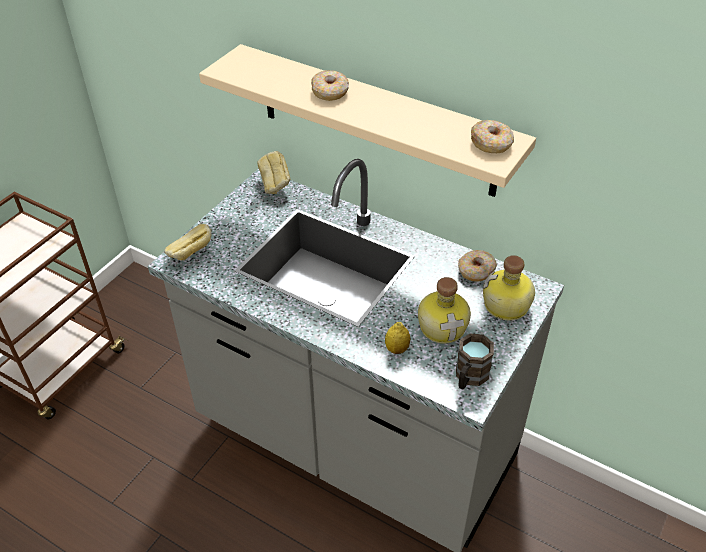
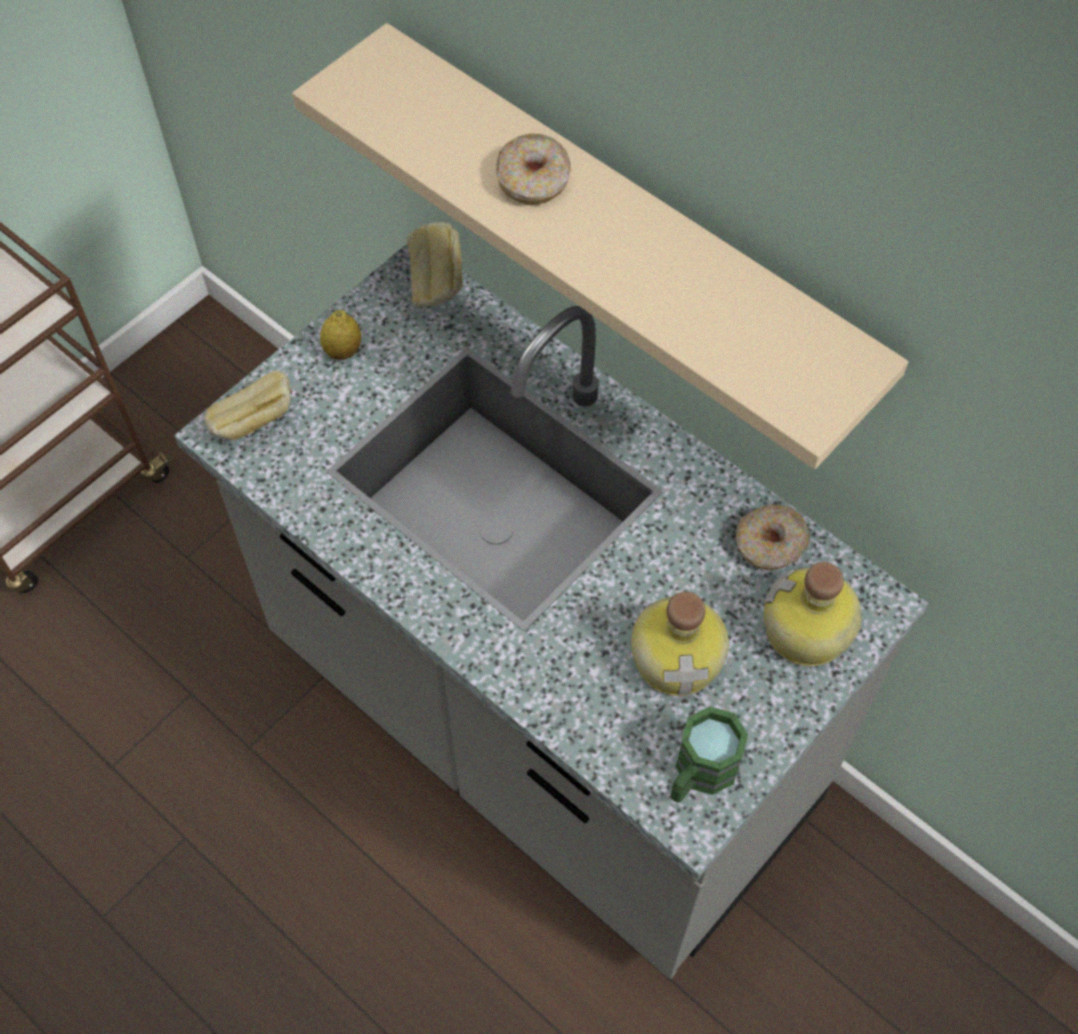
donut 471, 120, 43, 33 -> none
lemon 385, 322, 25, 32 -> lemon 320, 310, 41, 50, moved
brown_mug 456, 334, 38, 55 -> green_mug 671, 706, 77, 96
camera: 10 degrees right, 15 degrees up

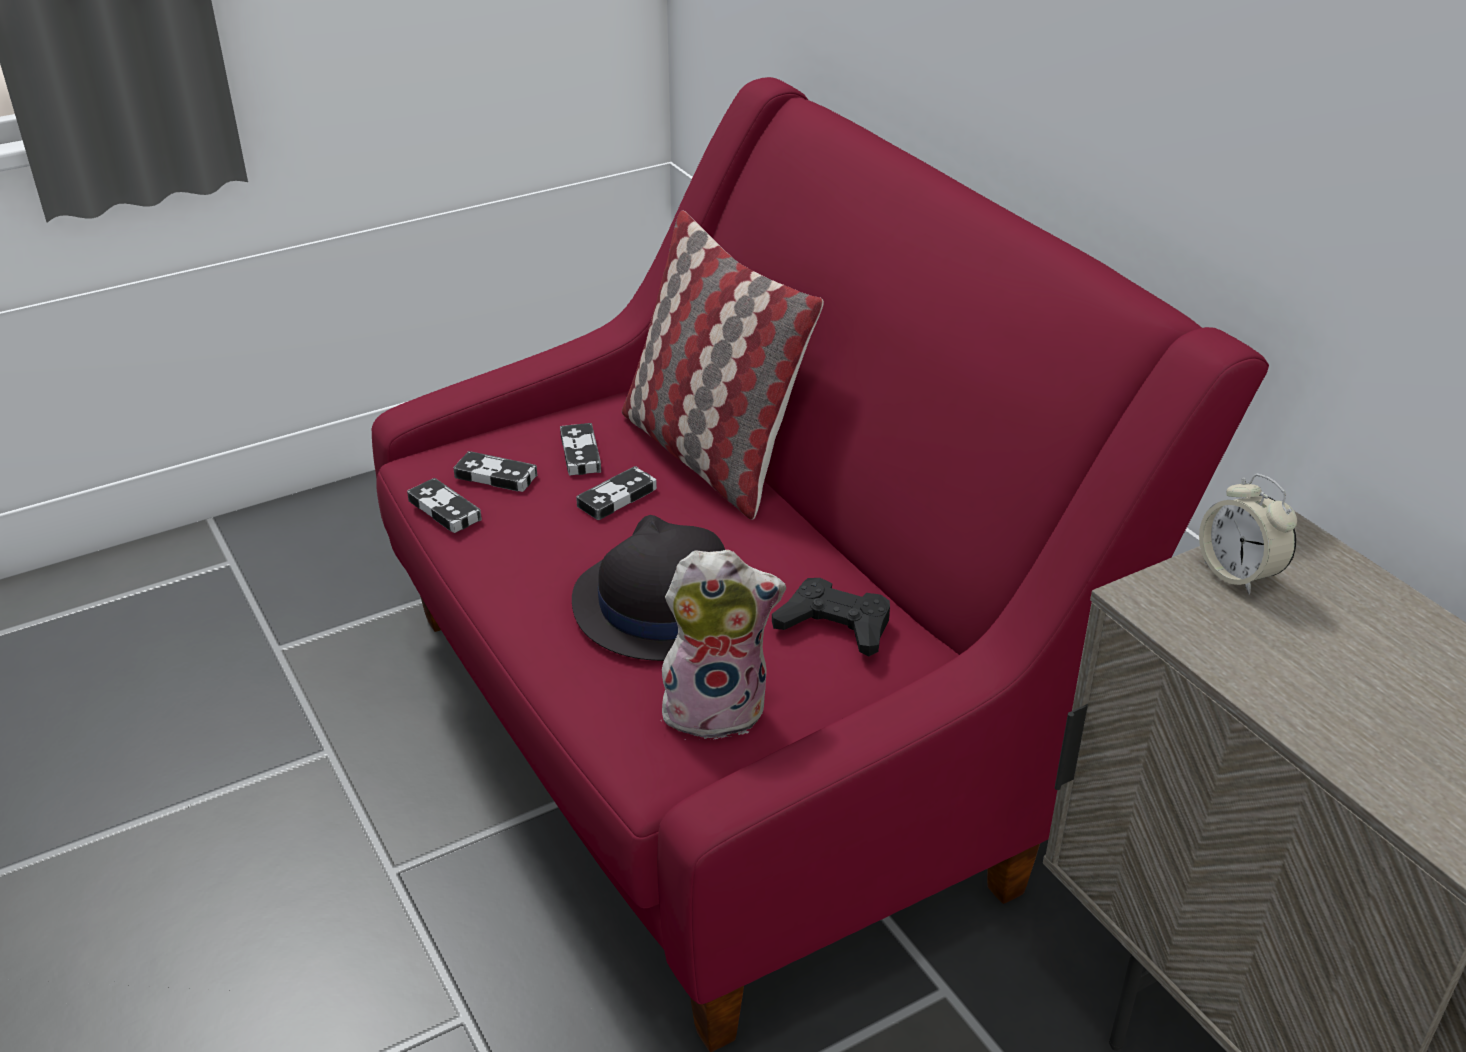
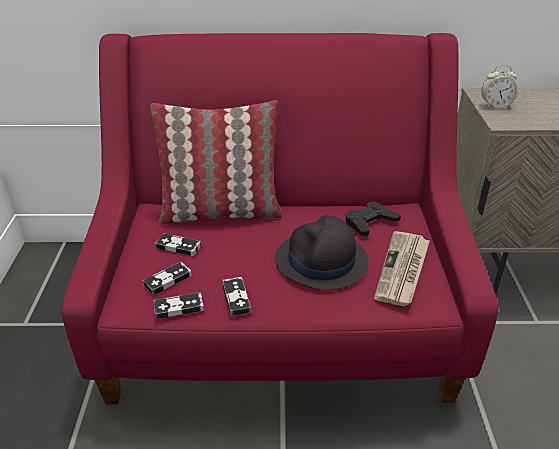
game_controller 576, 466, 81, 54 -> game_controller 222, 277, 29, 39, moved
plush_toy 662, 550, 124, 190 -> newspaper 374, 231, 56, 75
camera: 60 degrees left, 0 degrees up

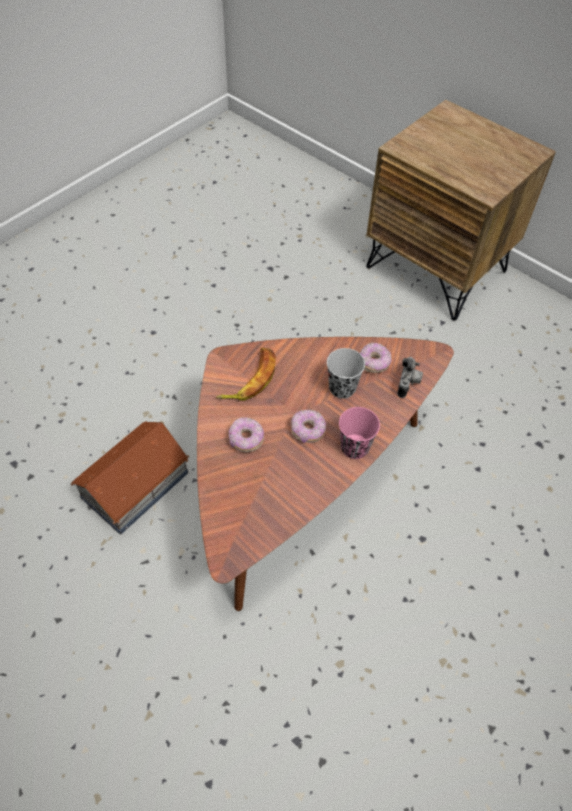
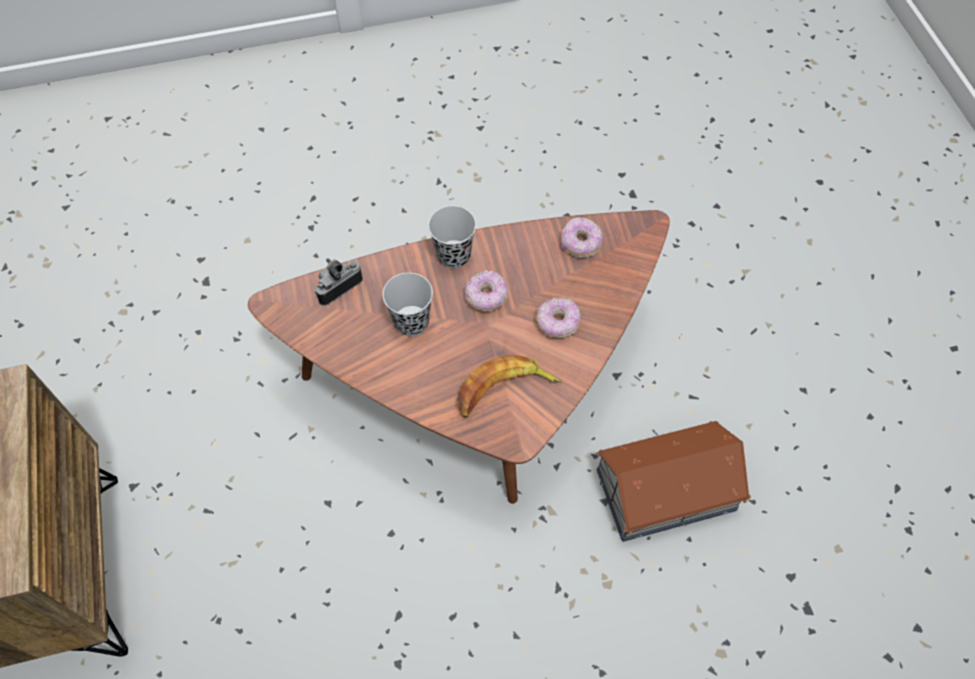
donut 360, 343, 32, 30 -> donut 561, 217, 42, 41, moved
pink_cup 339, 407, 41, 52 -> black_cup 428, 206, 48, 63
camera: 145 degrees left, 5 degrees up

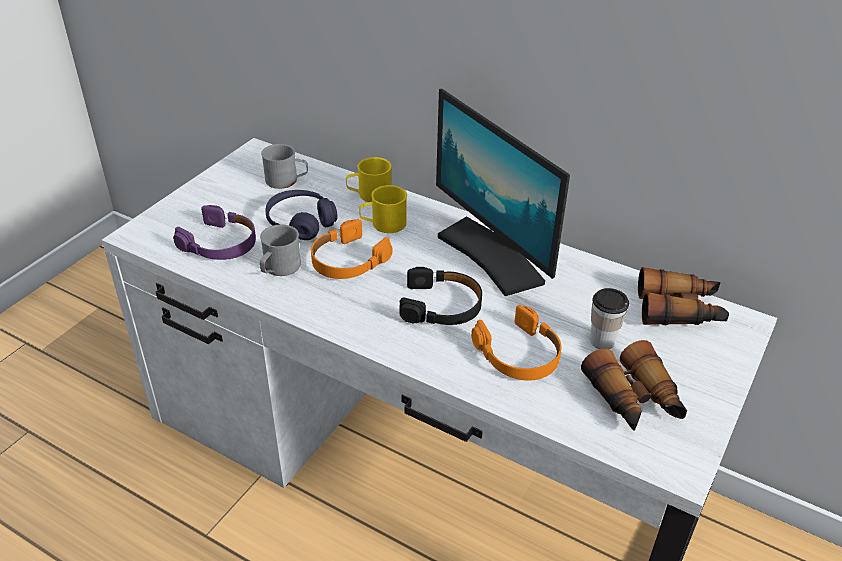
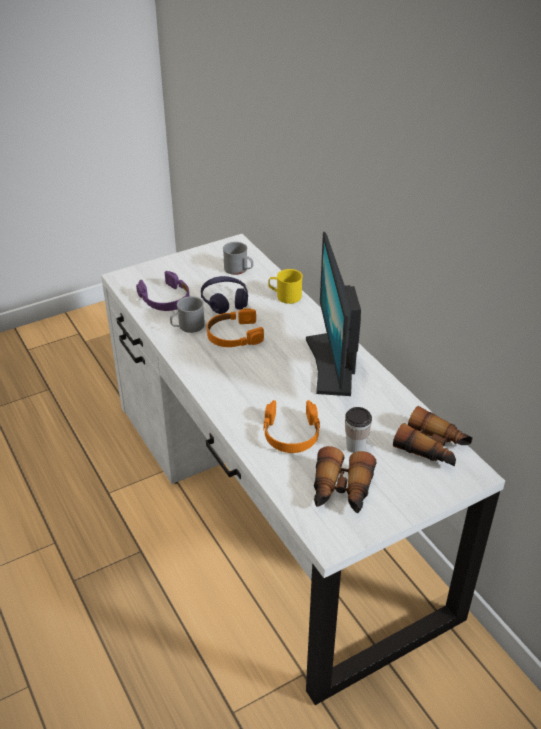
yellow_mug 359, 185, 48, 48 -> none
black_headphones 399, 267, 83, 58 -> none
camera: 30 degrees right, 0 degrees up

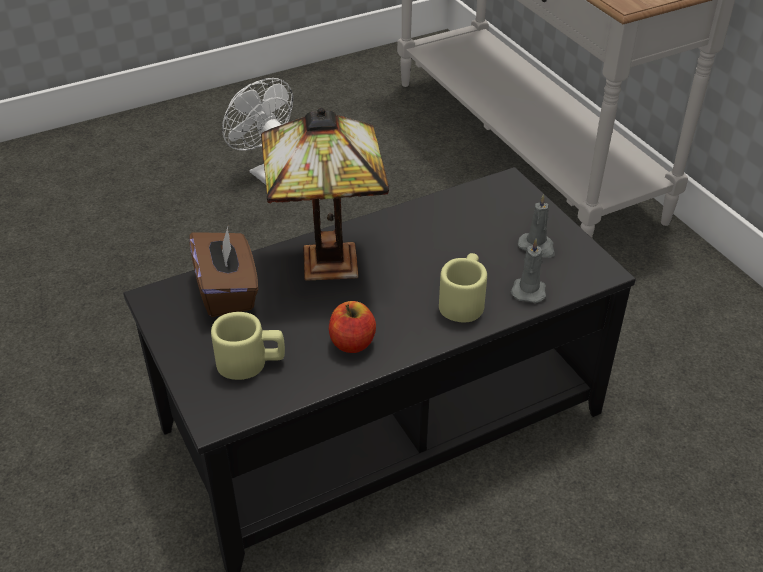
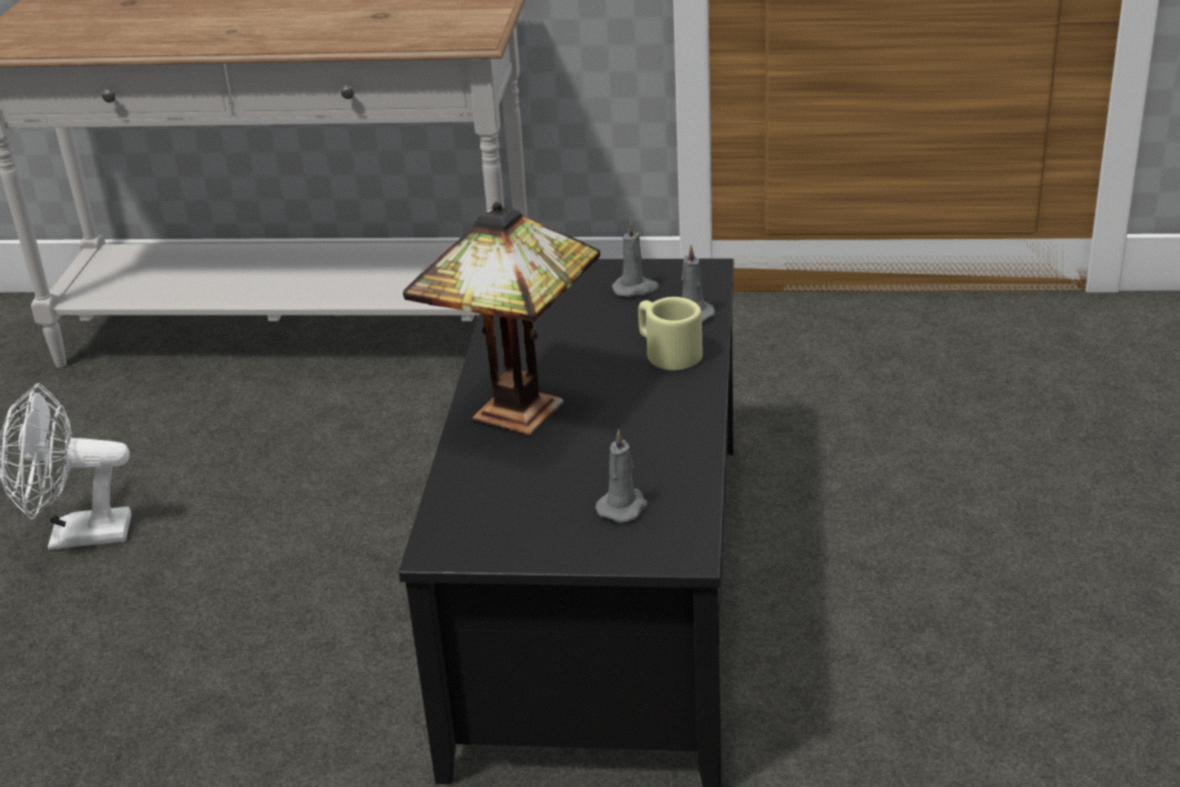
brown_tissue_box 189, 227, 69, 90 -> none
apple 329, 301, 47, 52 -> none
beige_mug 211, 312, 74, 68 -> grey_candle 596, 429, 52, 93
camera: 55 degrees left, 10 degrees down

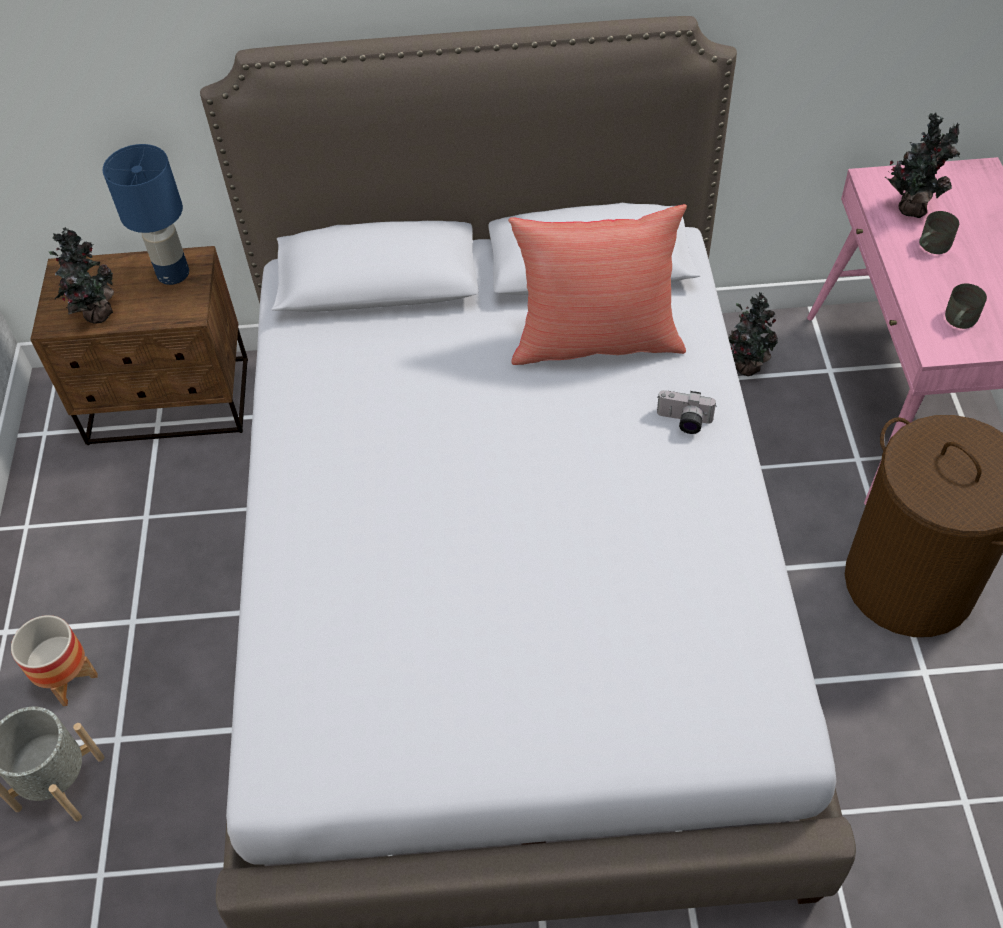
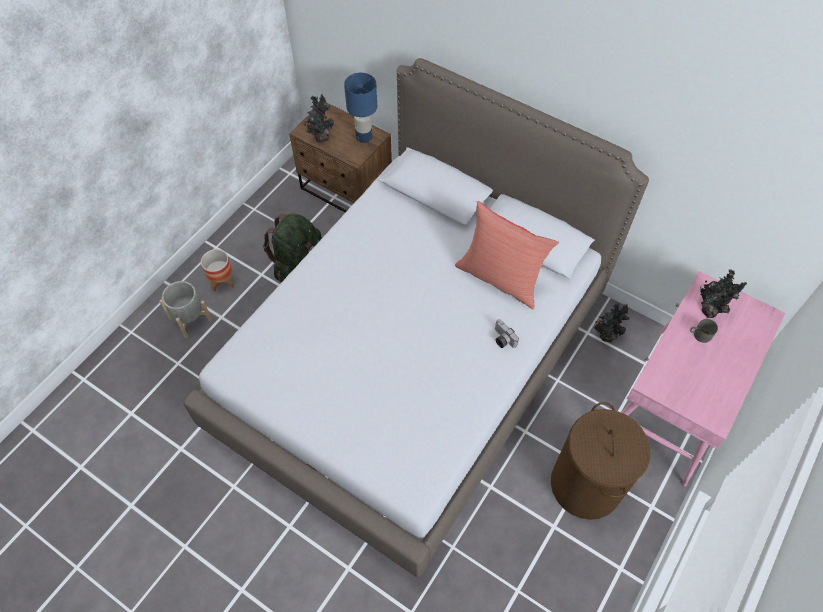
grey_mug 945, 284, 42, 45 -> none
none -> green_backpack 263, 213, 59, 69
camera: 35 degrees right, 5 degrees up

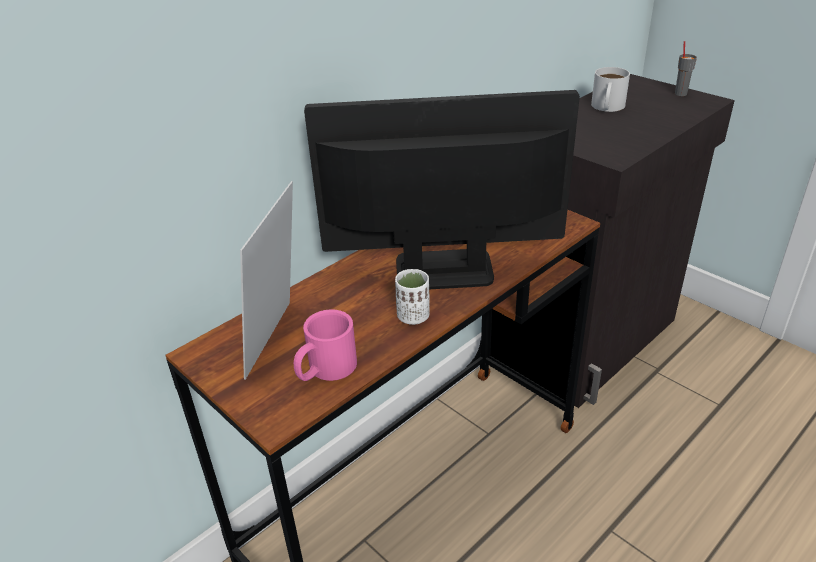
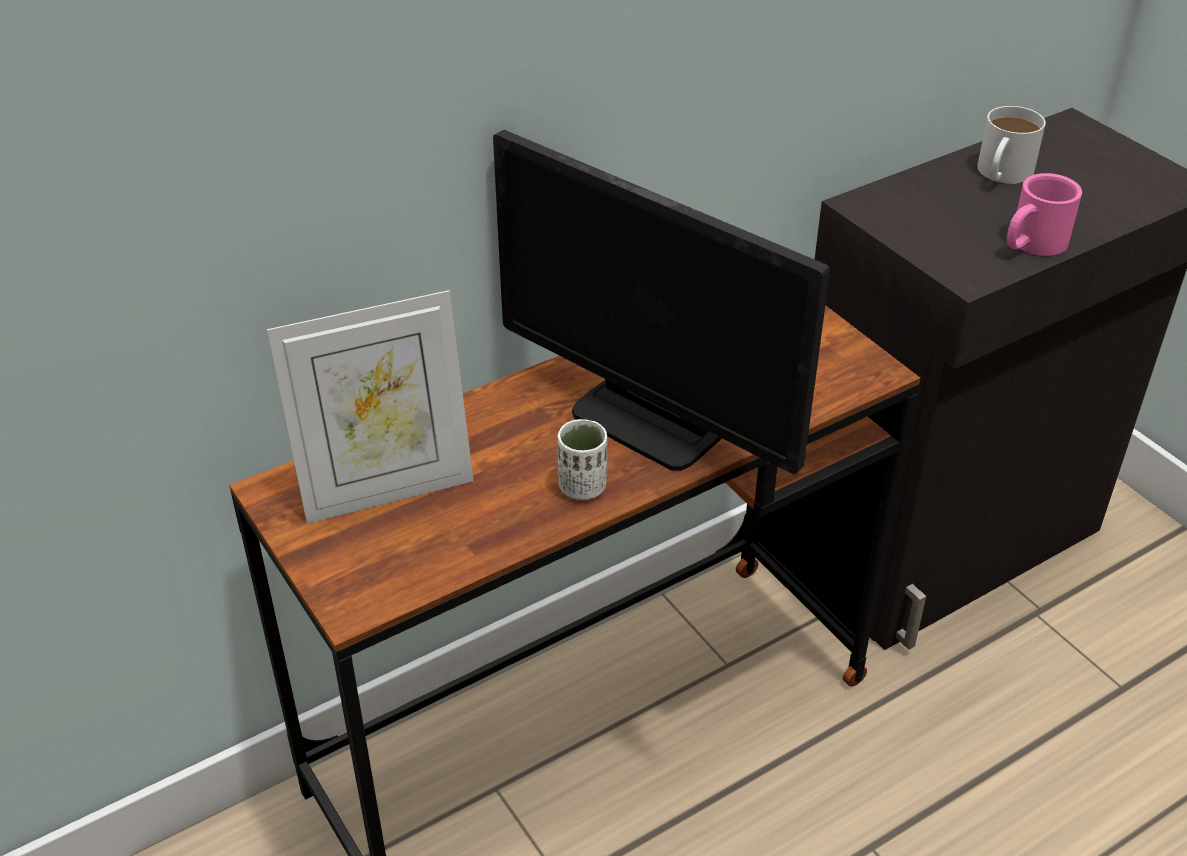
grey_cup 675, 41, 22, 55 -> none
pink_mug 294, 309, 63, 72 -> pink_mug 1007, 173, 75, 83, moved
picture_frame 240, 181, 53, 199 -> picture_frame 267, 290, 207, 234, 135 degrees counterclockwise
monitor 304, 90, 276, 199 -> monitor 493, 130, 337, 344, 150 degrees counterclockwise
camera: 10 degrees right, 5 degrees up

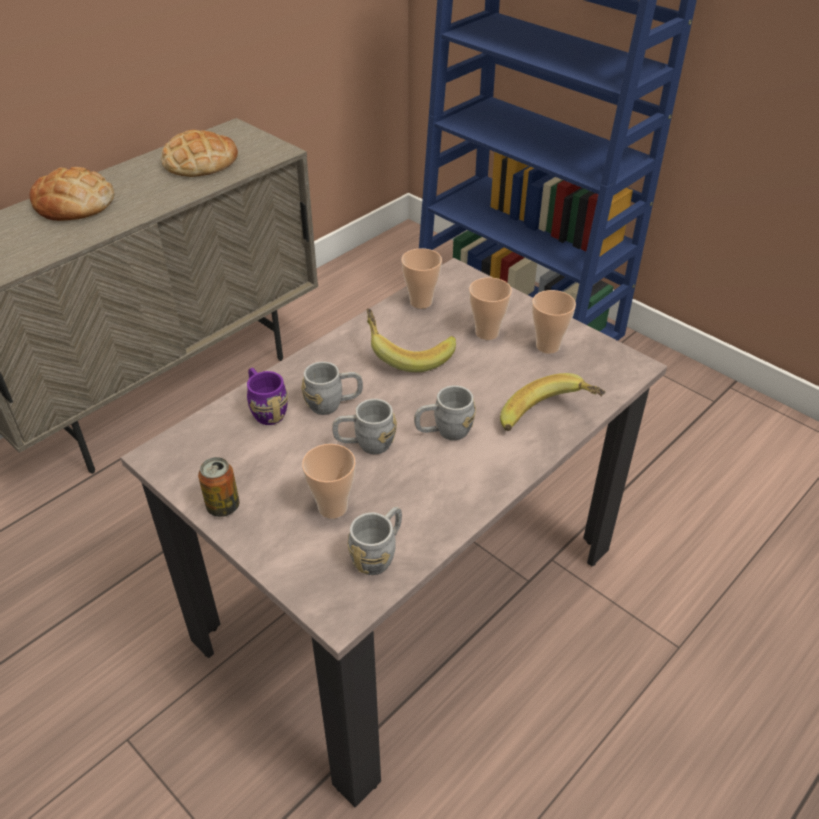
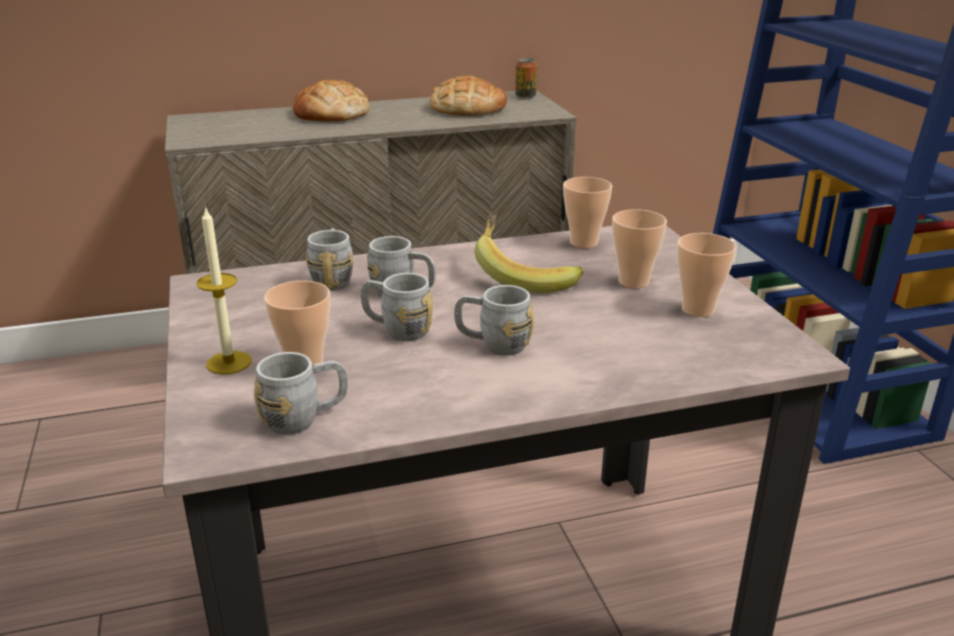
banana 500, 373, 105, 58 -> none
none -> candle 196, 206, 56, 168
can 198, 457, 41, 60 -> can 515, 58, 22, 41, moved
purple_mug 247, 368, 41, 57 -> grey_mug 306, 229, 47, 62
camera: 30 degrees right, 15 degrees down

